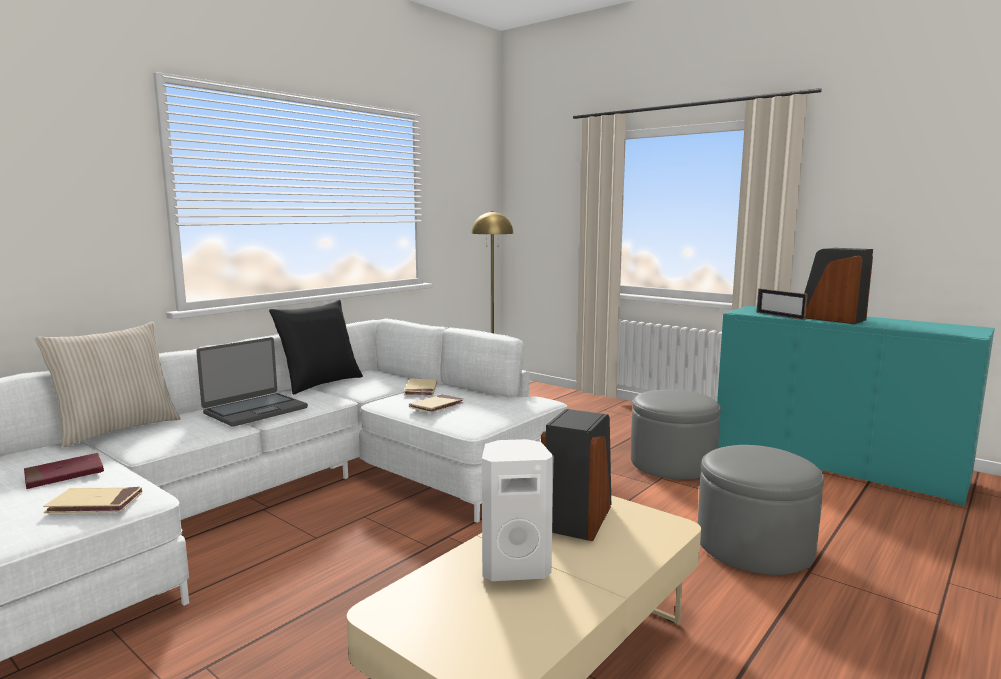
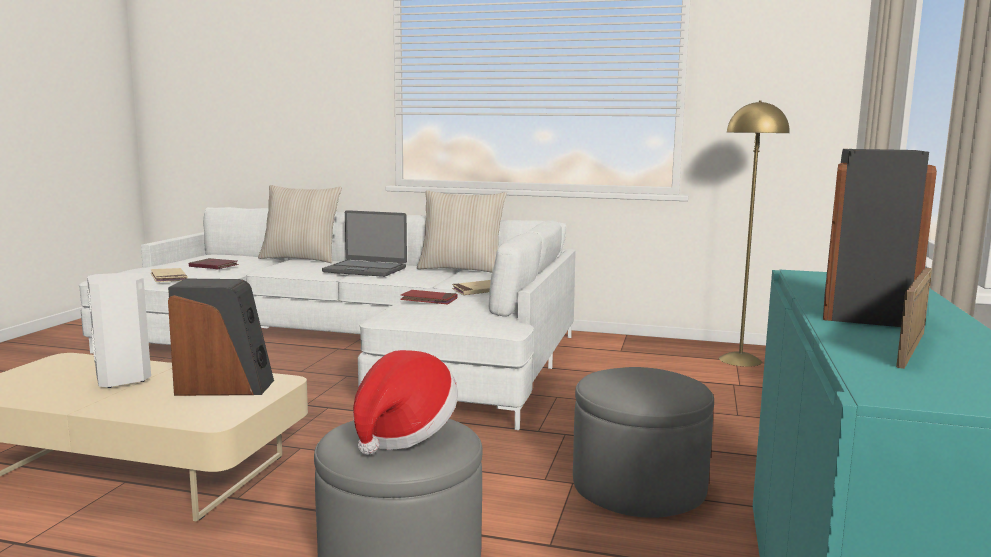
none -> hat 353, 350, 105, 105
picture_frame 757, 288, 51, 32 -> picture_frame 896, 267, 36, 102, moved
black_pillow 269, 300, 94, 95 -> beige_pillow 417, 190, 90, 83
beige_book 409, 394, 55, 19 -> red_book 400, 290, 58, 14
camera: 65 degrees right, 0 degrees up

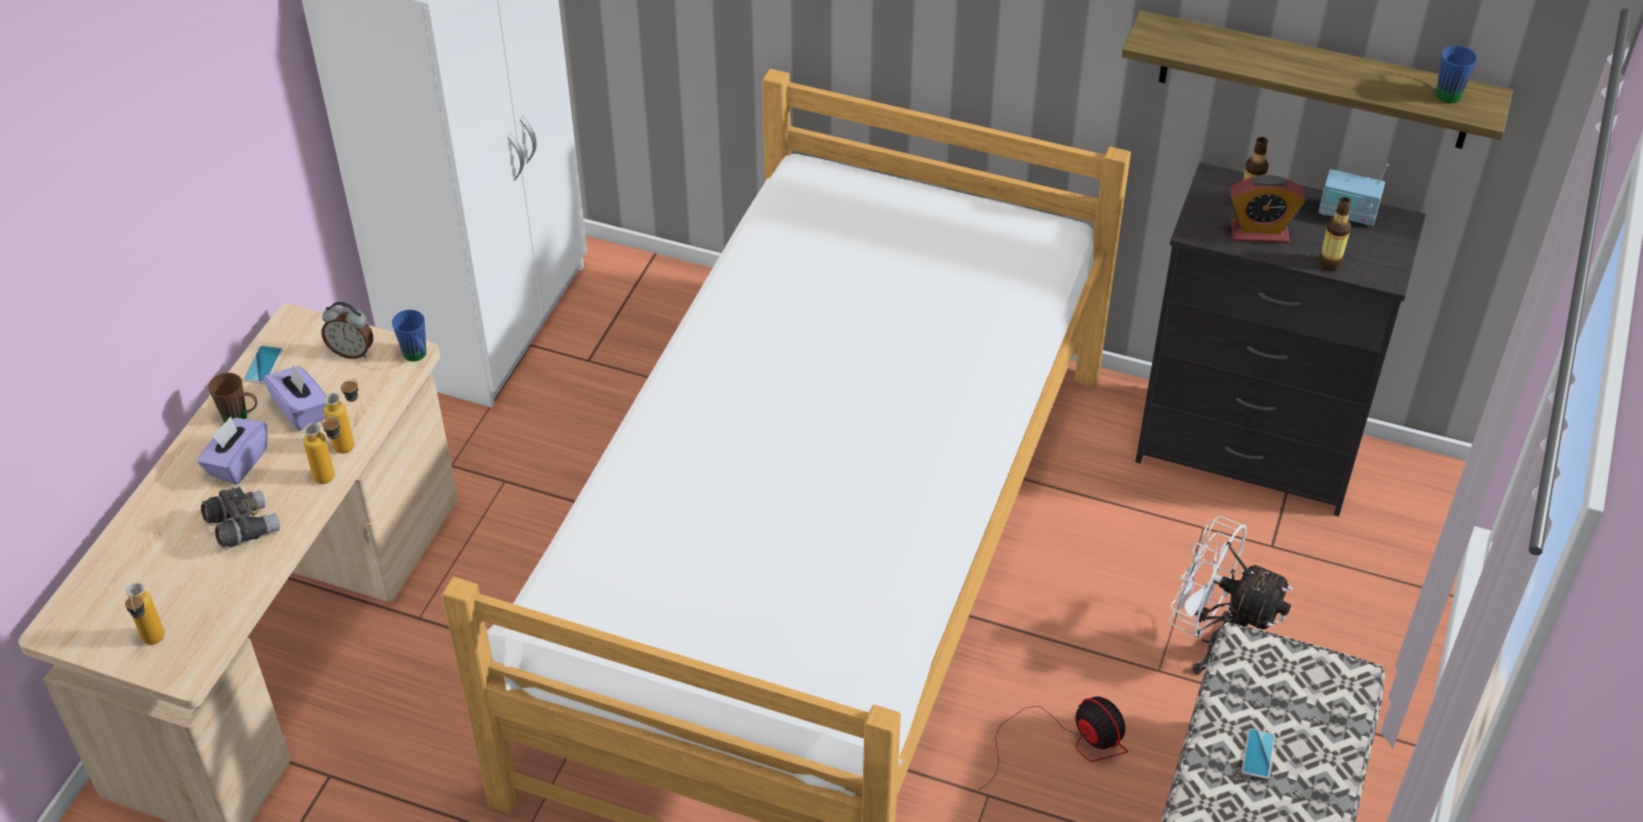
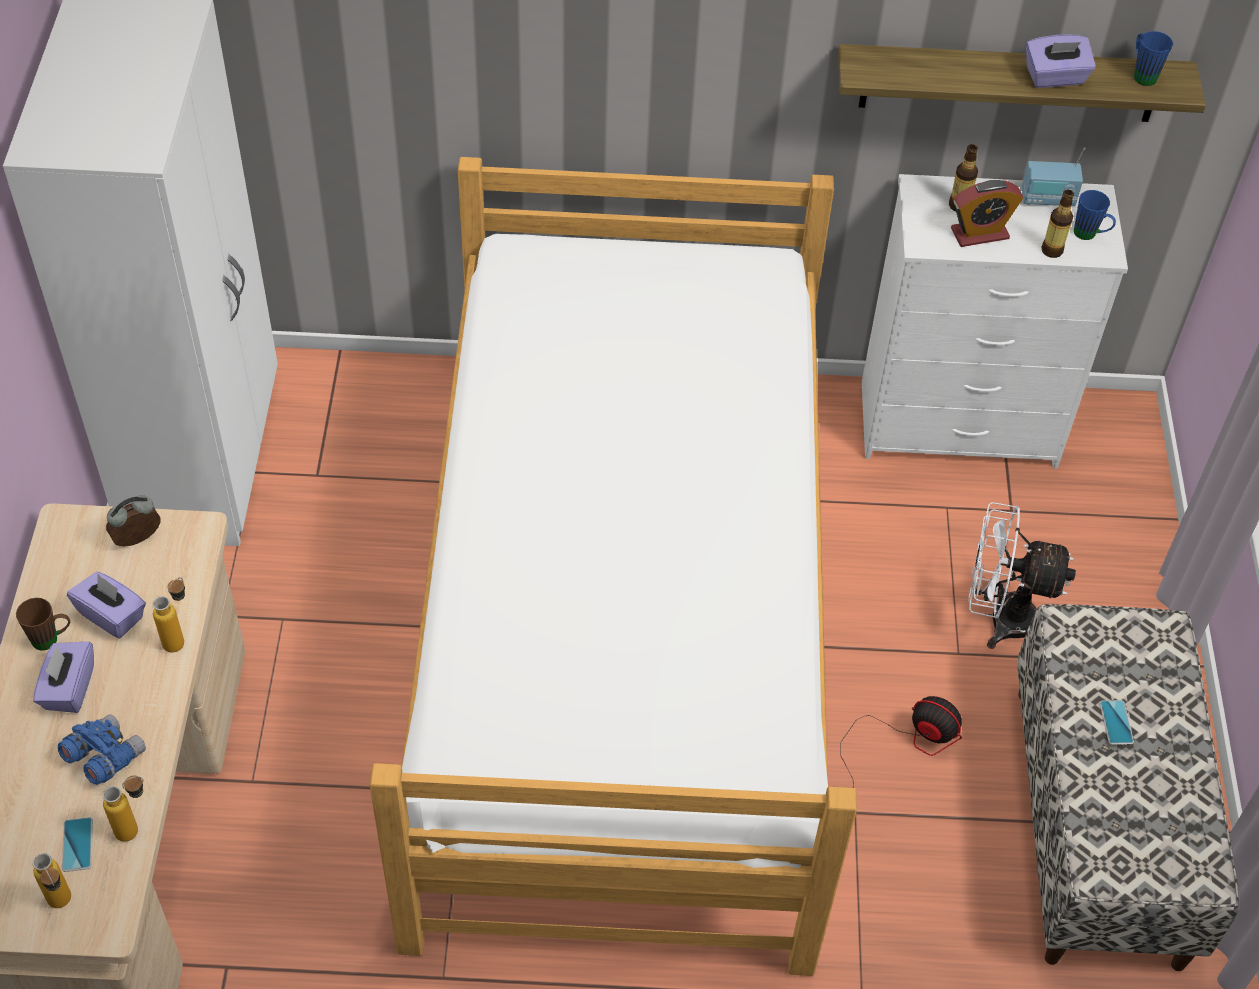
none -> purple_tissue_box 1026, 35, 70, 53
phone 244, 346, 39, 38 -> phone 62, 817, 31, 55, moved
bottle 303, 417, 38, 67 -> bottle 103, 776, 41, 66, moved
blue_mug 392, 310, 34, 52 -> blue_mug 1074, 190, 42, 50, moved
grey_binoculars 201, 487, 79, 60 -> blue_binoculars 58, 714, 88, 71
black_dresser 1135, 162, 291, 354 -> white_dresser 862, 174, 266, 295
alarm_clock 321, 302, 52, 57 -> alarm_clock 106, 495, 55, 52, 150 degrees clockwise
camera: 20 degrees left, 5 degrees up

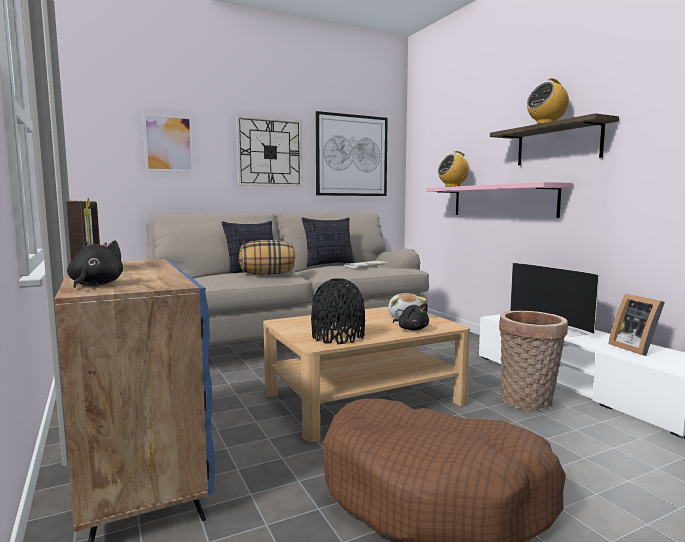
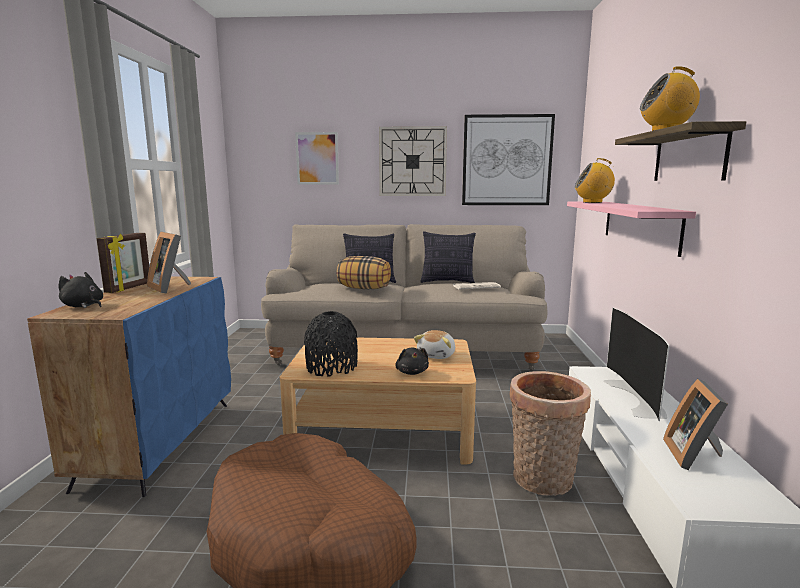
none -> picture_frame 147, 232, 44, 62
black_plush_toy 67, 241, 56, 47 -> black_plush_toy 58, 272, 45, 36, 90 degrees counterclockwise
camera: 30 degrees right, 5 degrees up

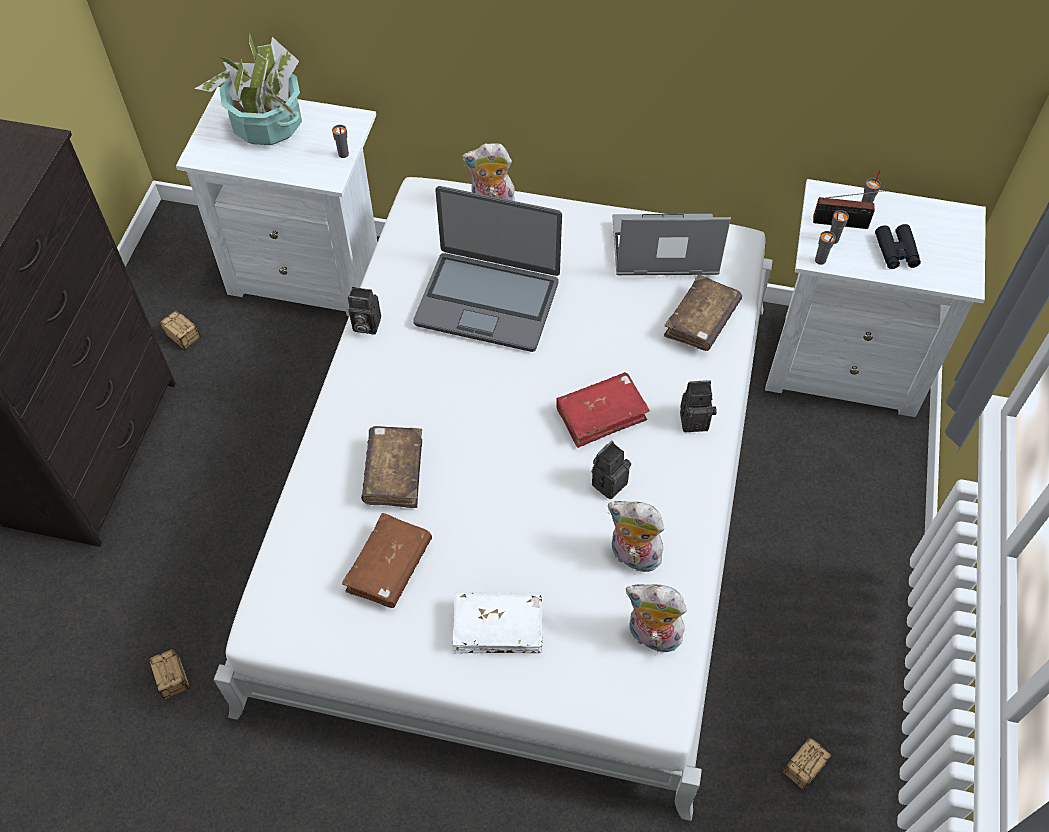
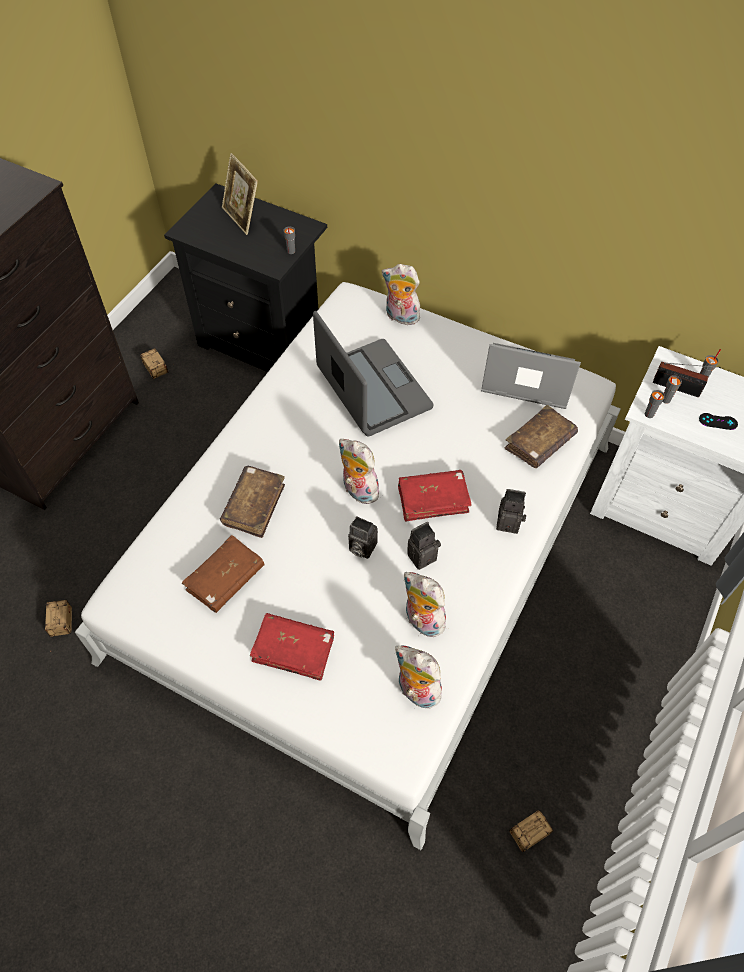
none -> plush_toy 339, 439, 43, 65
photo_camera 348, 287, 33, 48 -> photo_camera 348, 516, 30, 43, moved
potted_plant 195, 35, 107, 110 -> picture_frame 222, 153, 36, 82
black_binoculars 875, 224, 46, 45 -> black_game_controller 699, 413, 39, 17
white_nightstand 176, 87, 202, 229 -> black_nightstand 164, 184, 163, 188
white_book 453, 592, 90, 61 -> red_book 250, 613, 84, 68
laptop 413, 186, 149, 166 -> laptop 313, 311, 121, 126, 150 degrees counterclockwise
camera: 15 degrees right, 0 degrees up

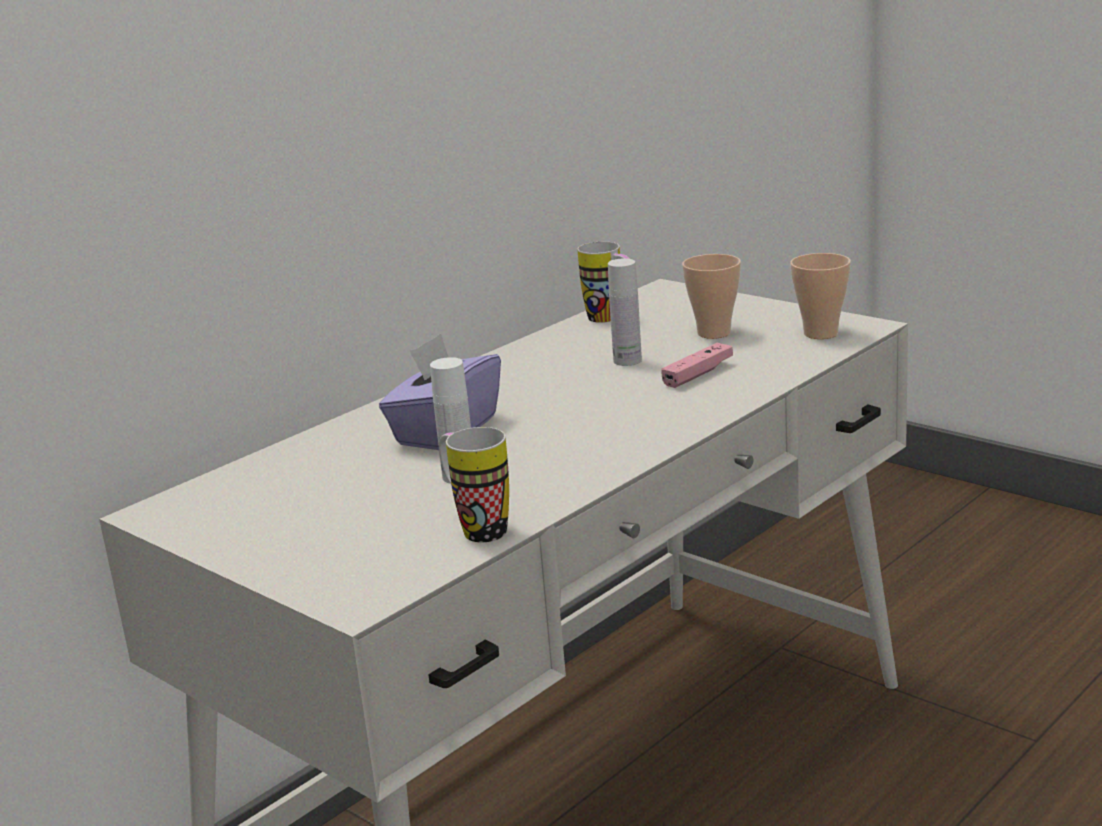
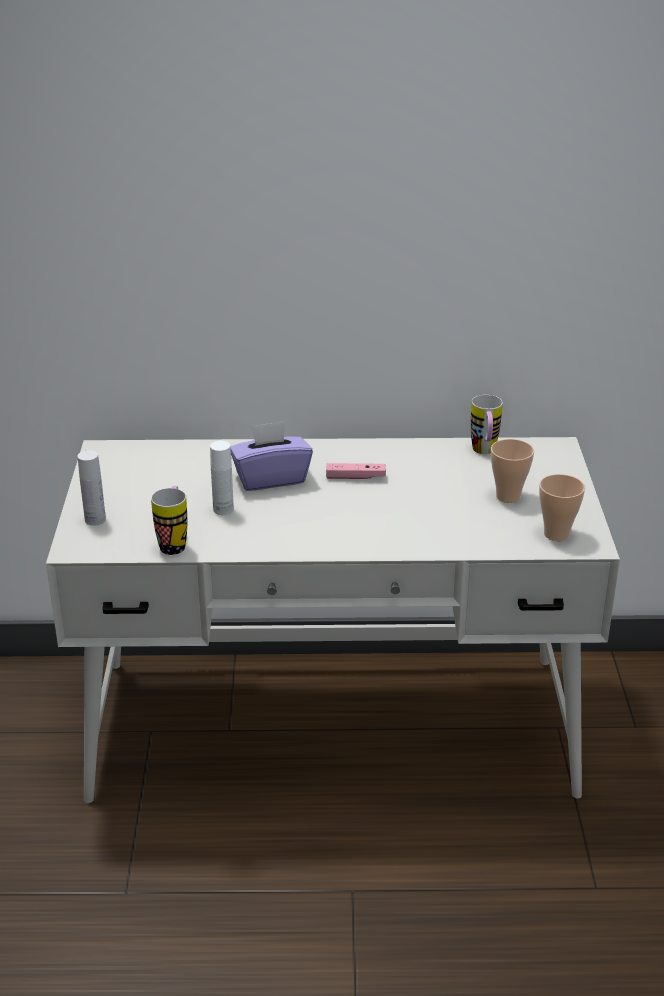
white_bottle 608, 258, 34, 108 -> white_bottle 78, 450, 28, 76, moved
pink_game_controller 661, 343, 72, 45 -> pink_game_controller 326, 463, 60, 16, moved
camera: 45 degrees right, 10 degrees up

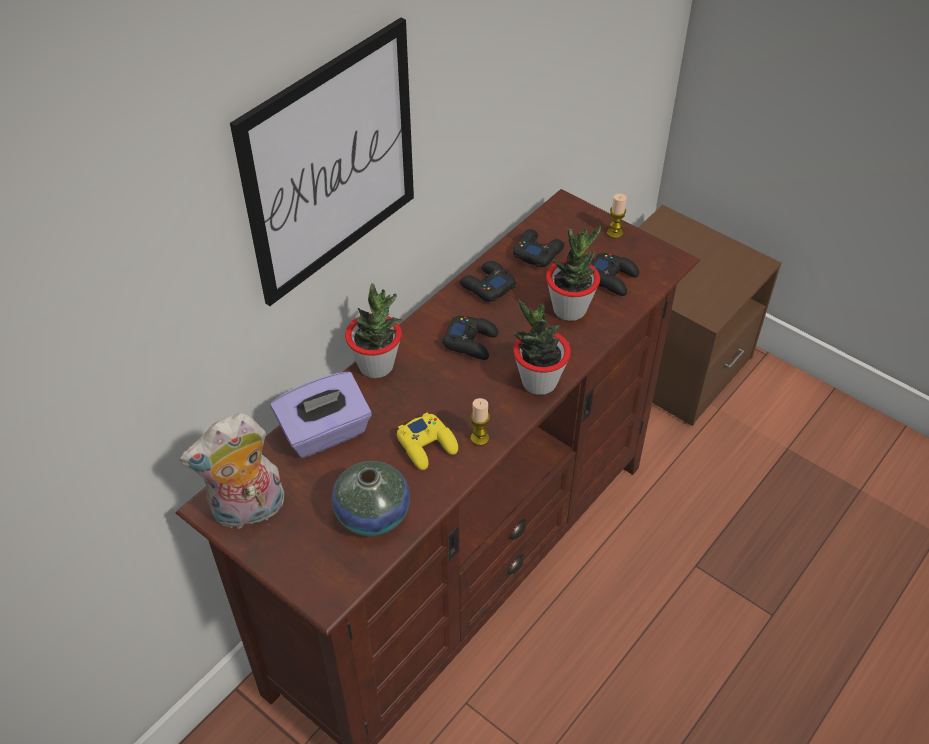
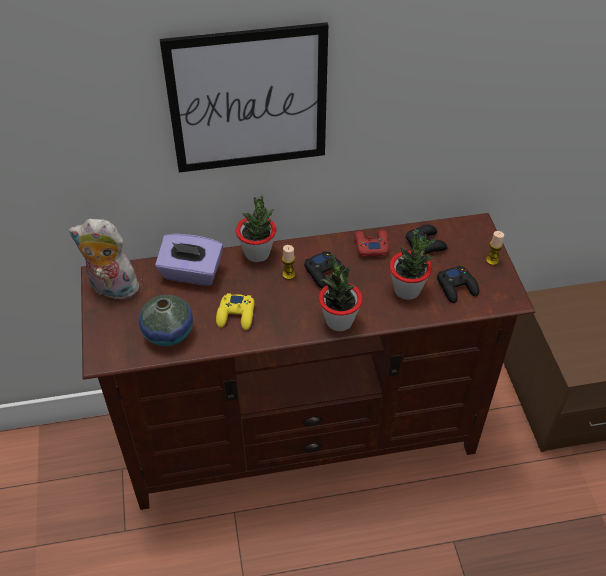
candle 471, 398, 19, 48 -> candle 282, 245, 13, 35, moved
black_game_controller 459, 261, 57, 41 -> red_game_controller 354, 230, 35, 27
camera: 40 degrees right, 0 degrees up

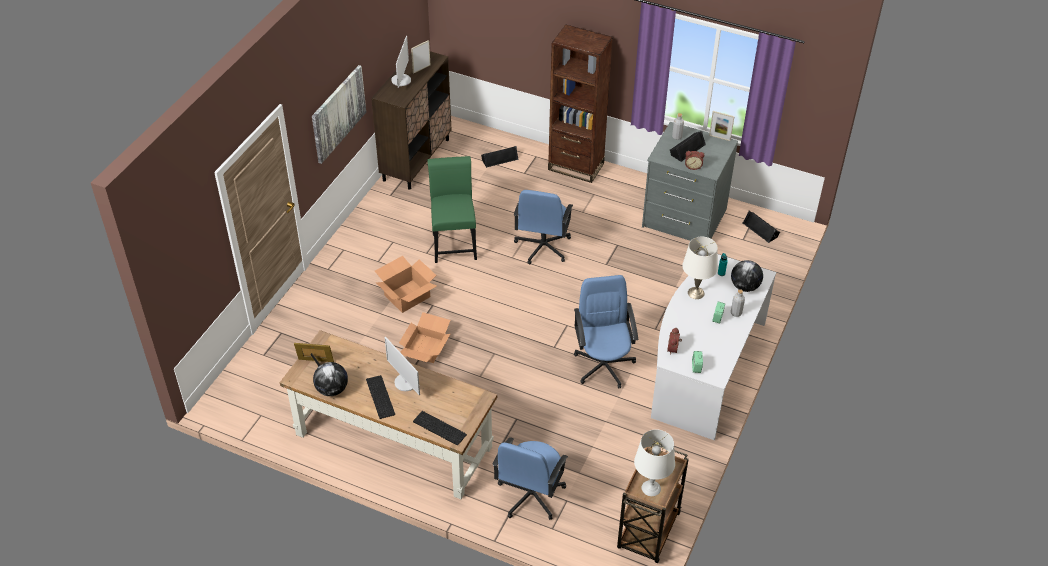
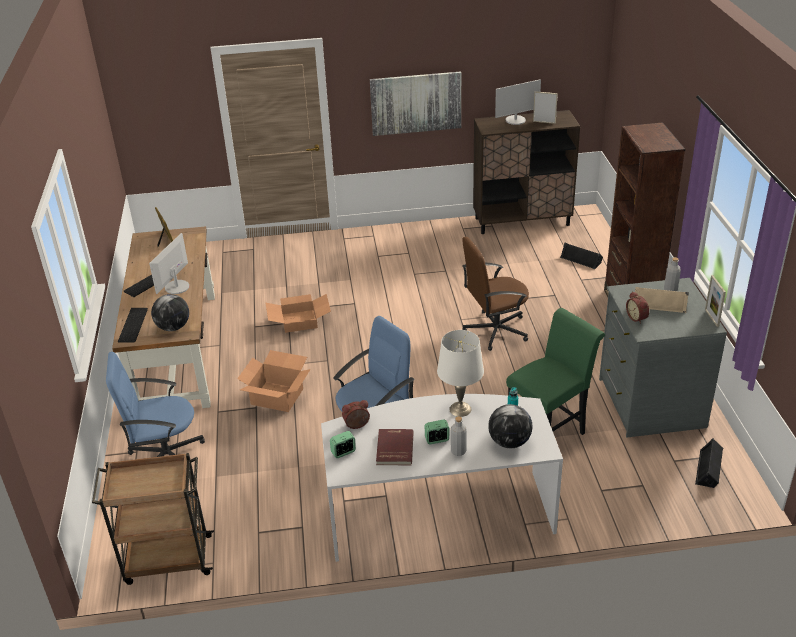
white_table_lamp 634, 429, 41, 67 -> none
none -> red_book 376, 429, 38, 36
globe 313, 362, 35, 34 -> globe 151, 294, 38, 37, moved
cardboard_box 375, 256, 62, 57 -> cardboard_box 237, 350, 74, 62, moved
green_chair 428, 156, 49, 107 -> green_chair 506, 308, 99, 127, moved
blue_office_chair 514, 190, 59, 75 -> brown_office_chair 462, 237, 67, 114
black_speaker 670, 131, 36, 31 -> beige_speaker 635, 287, 54, 26
camera: 60 degrees right, 10 degrees down

